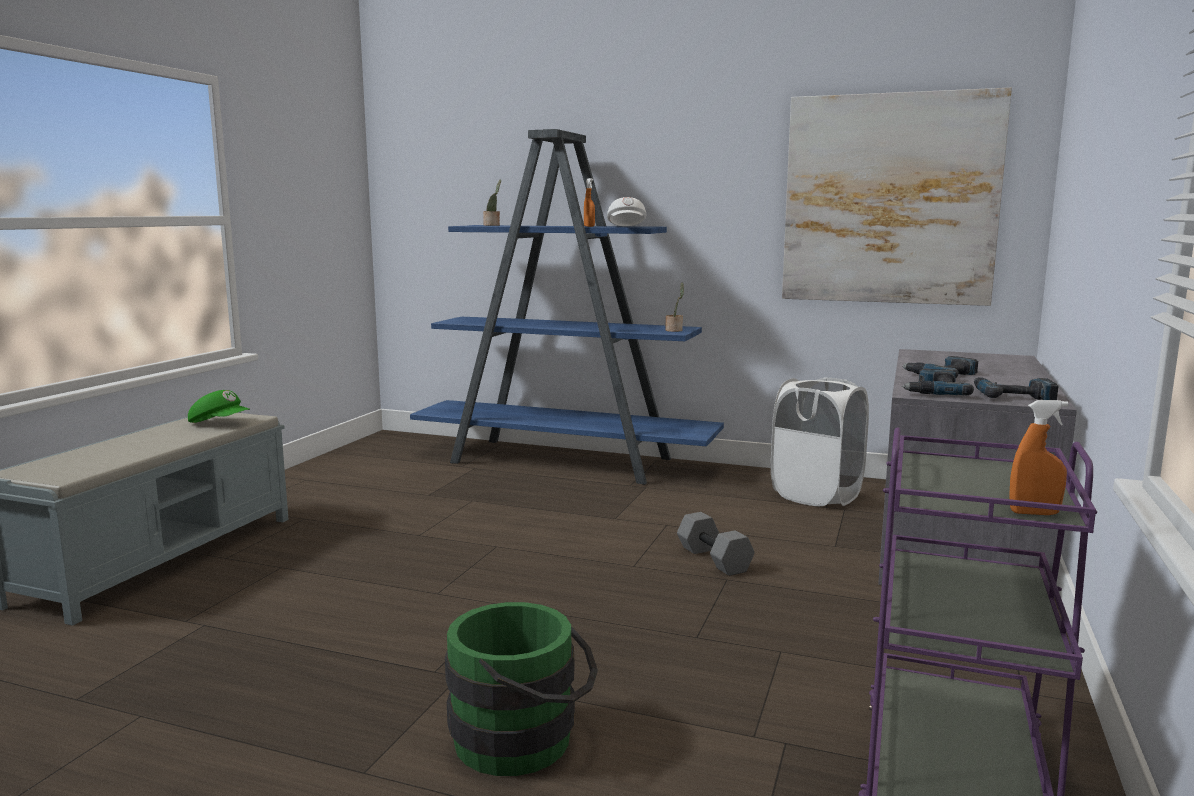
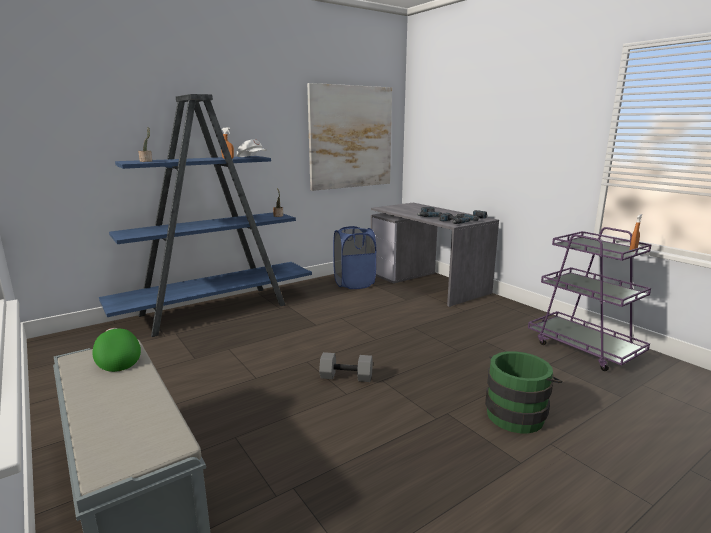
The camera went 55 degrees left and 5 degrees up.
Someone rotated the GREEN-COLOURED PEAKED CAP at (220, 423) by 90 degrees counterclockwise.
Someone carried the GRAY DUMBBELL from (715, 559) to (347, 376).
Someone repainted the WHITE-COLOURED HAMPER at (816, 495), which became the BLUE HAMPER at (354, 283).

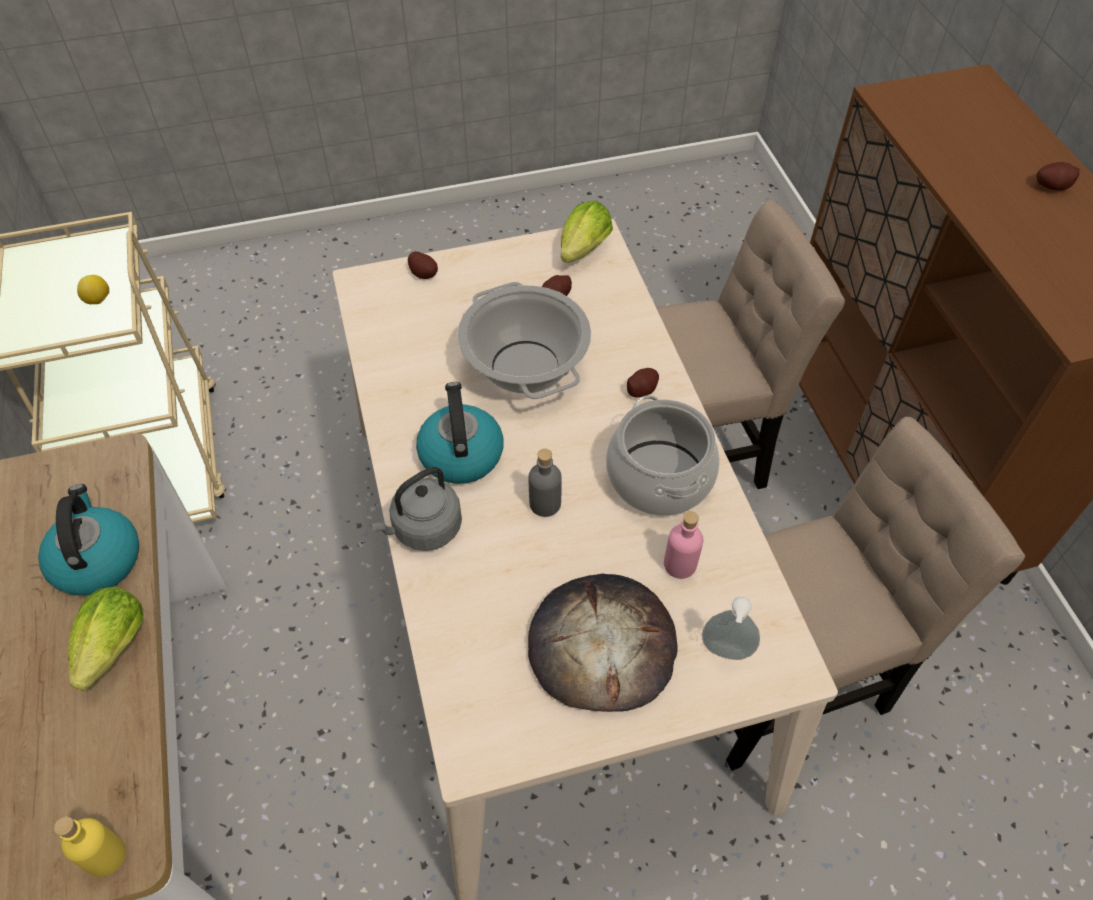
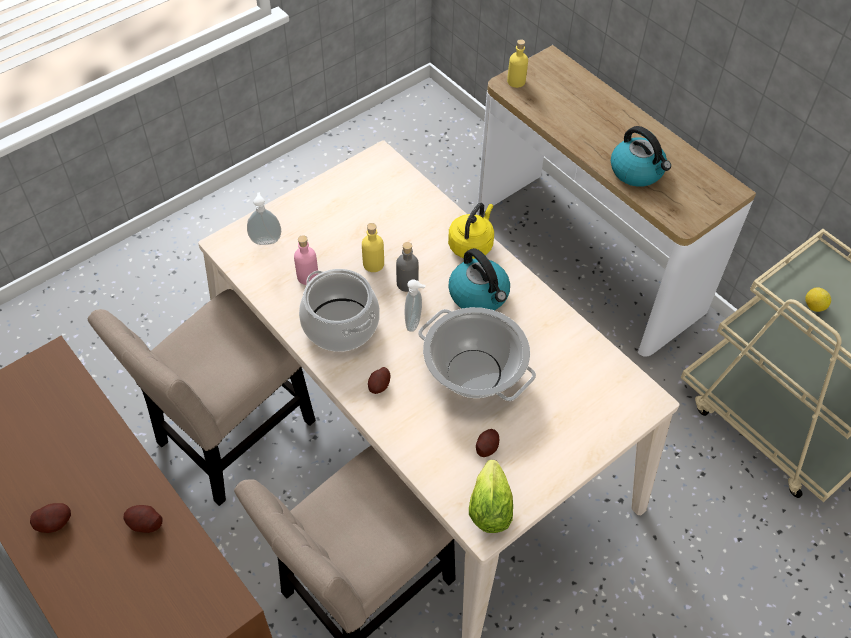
The camera went 155 degrees right and 0 degrees up.
Someone carried the SPUD from (424, 273) to (145, 524).
Someone put down the YELLOW-COLOURED BOTTLE at (373, 264).
Someone put down the SOAP DISPENSER at (415, 323).
Someone repainted the GRAY WATER KETTLE at (424, 529), which became the YELLOW-COLOURED WATER KETTLE at (471, 244).
Someone took away the LETTUCE at (112, 653).
Someone took away the BAKED BREAD at (602, 645).

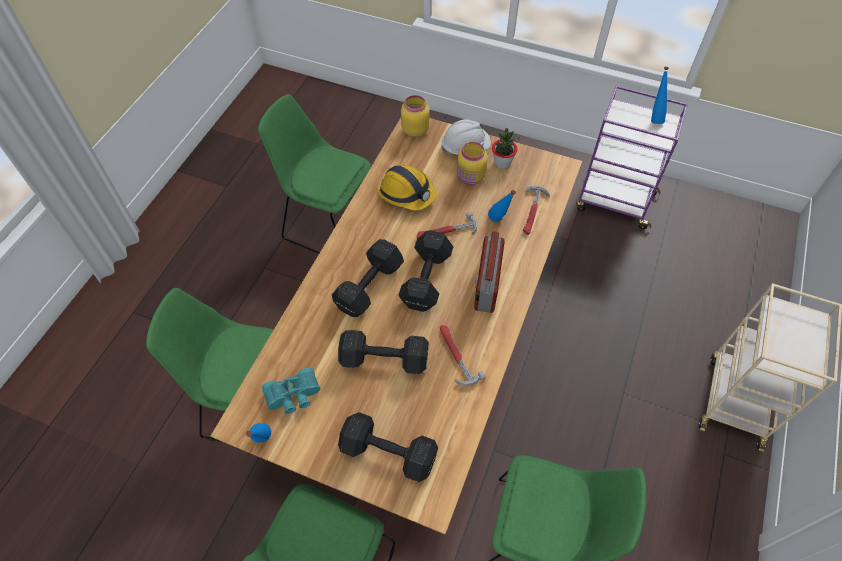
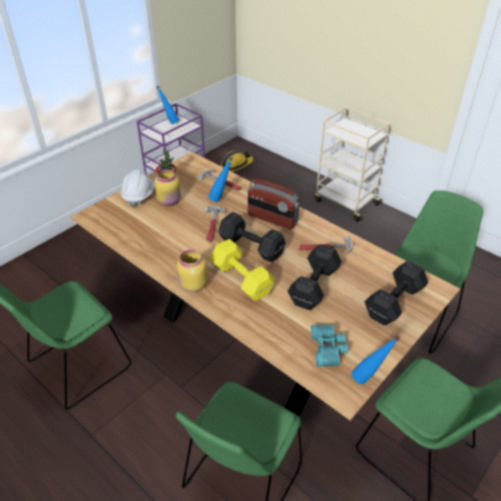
The camera went 70 degrees left and 15 degrees down.
Someone carried the YELLOW-COLOURED JAR from (414, 130) to (192, 285).
Someone repainted the BLACK-COLOURED DUMBBELL at (367, 287), which became the YELLOW-COLOURED DUMBBELL at (242, 280).
Someone carried the HARD HAT from (407, 193) to (236, 165).

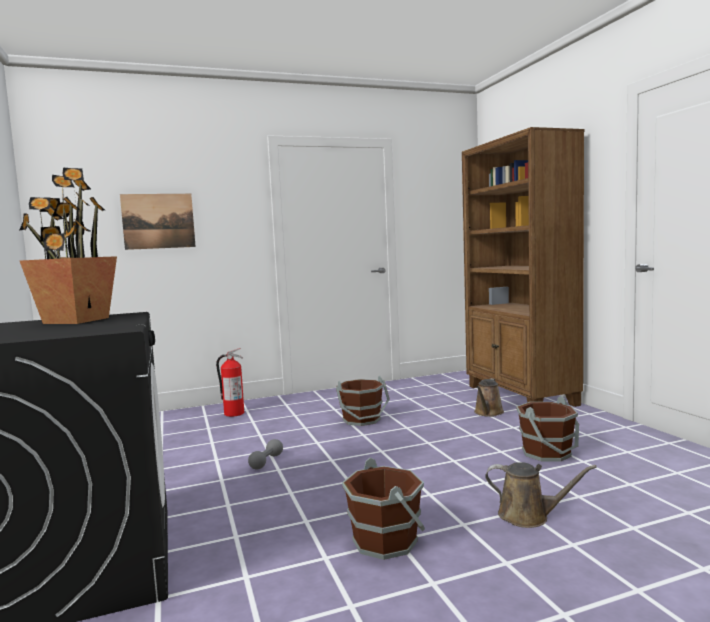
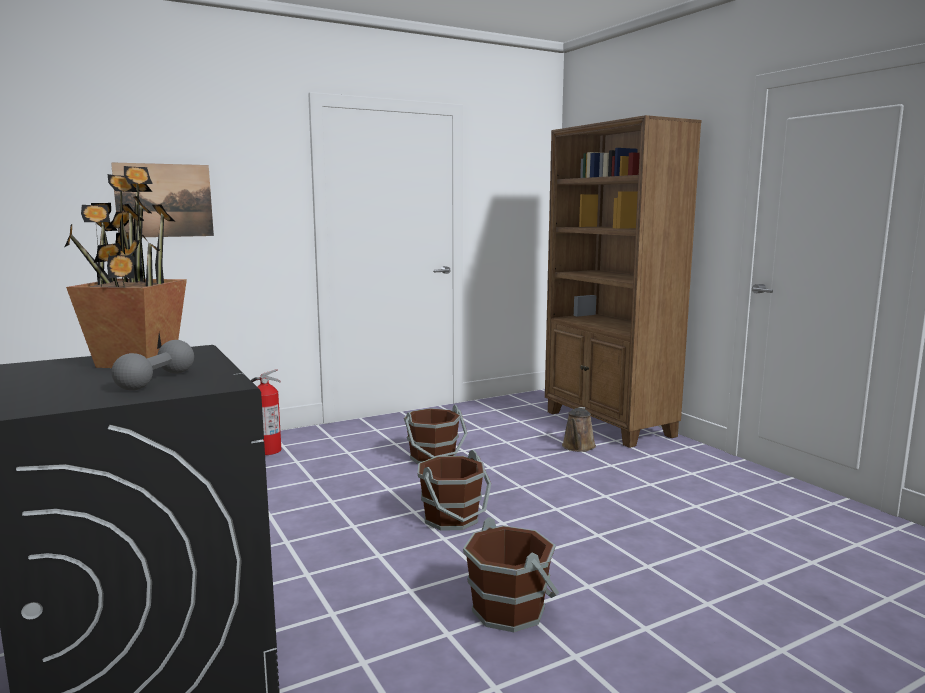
The camera went 10 degrees left and 5 degrees up.
Someone carried the GRAY DUMBBELL from (266, 462) to (156, 381).
Someone carried the BROWN-COLOURED WATER BUCKET from (547, 453) to (452, 518).
Someone took away the BROWN-COLOURED WATERING POT at (528, 516).

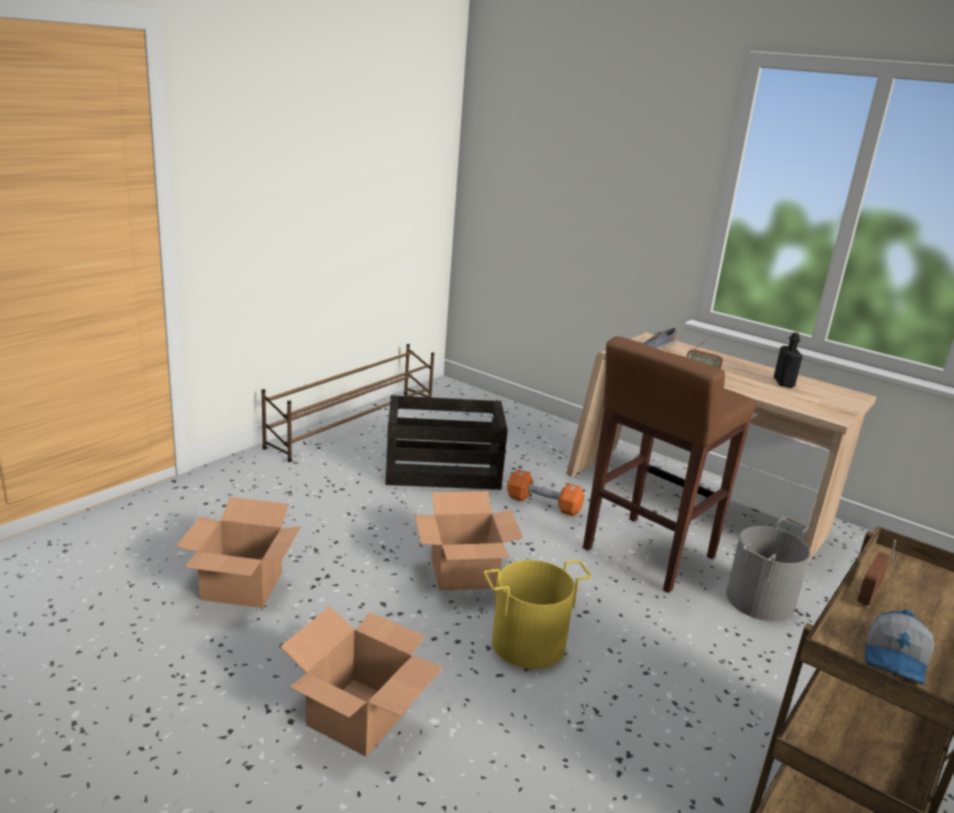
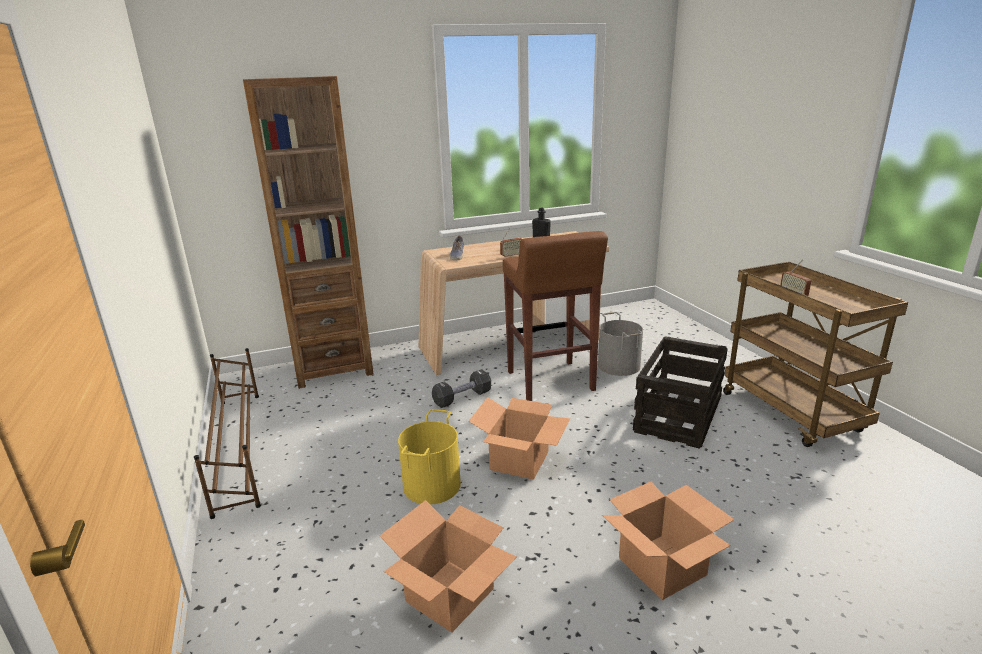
The camera went 55 degrees left and 0 degrees up.
Someone put down the BROWN-COLOURED BOOKSHELF at (333, 368).
Someone carried the YELLOW-COLOURED WATER BUCKET from (529, 644) to (433, 485).
Someone repainted the ORANGE DUMBBELL at (543, 504), which became the BLACK-COLOURED DUMBBELL at (462, 398).
Someone carried the PACKING CRATE from (444, 470) to (678, 413).
Someone took away the PEAKED CAP at (896, 660).

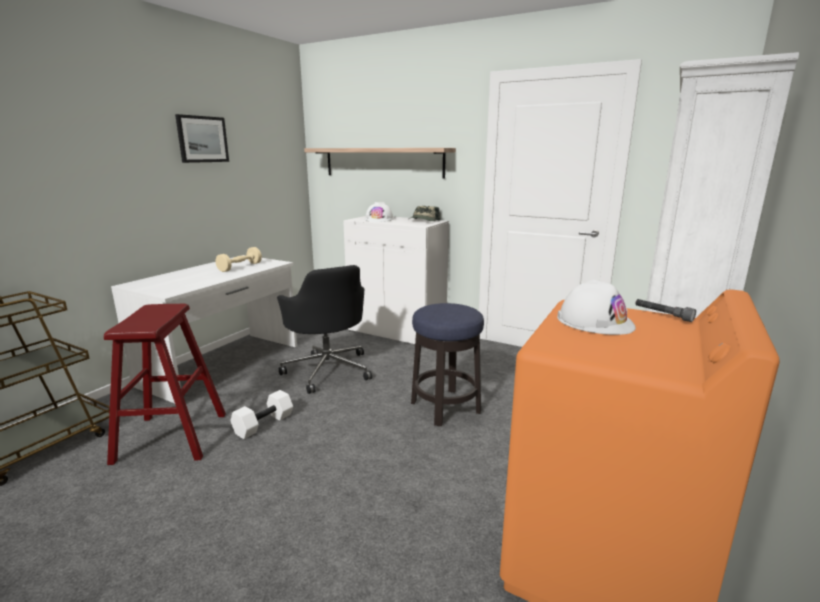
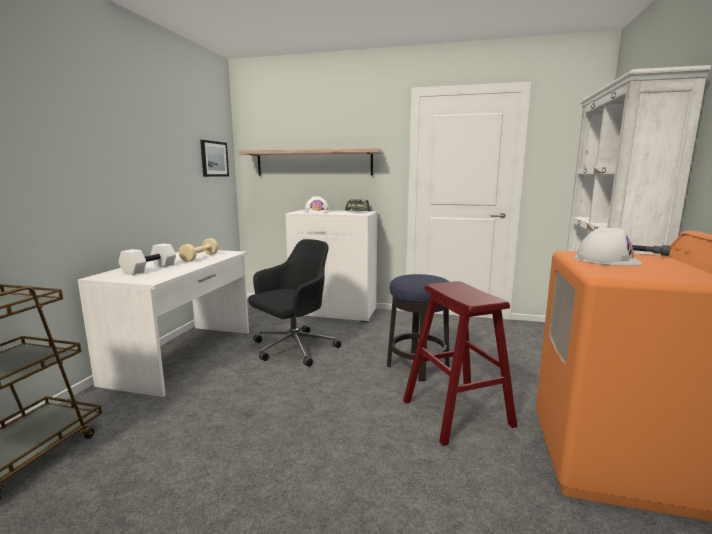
The camera went 15 degrees left and 5 degrees down.
Someone carried the WHITE-COLOURED DUMBBELL from (263, 423) to (149, 268).
Someone carried the PICTURE from (202, 139) to (214, 159).
Someone rotated the BLACK-COLOURED COMPUTER CHAIR at (328, 369) by 90 degrees counterclockwise.
Someone carried the REDDISH STOOL from (171, 437) to (456, 413).

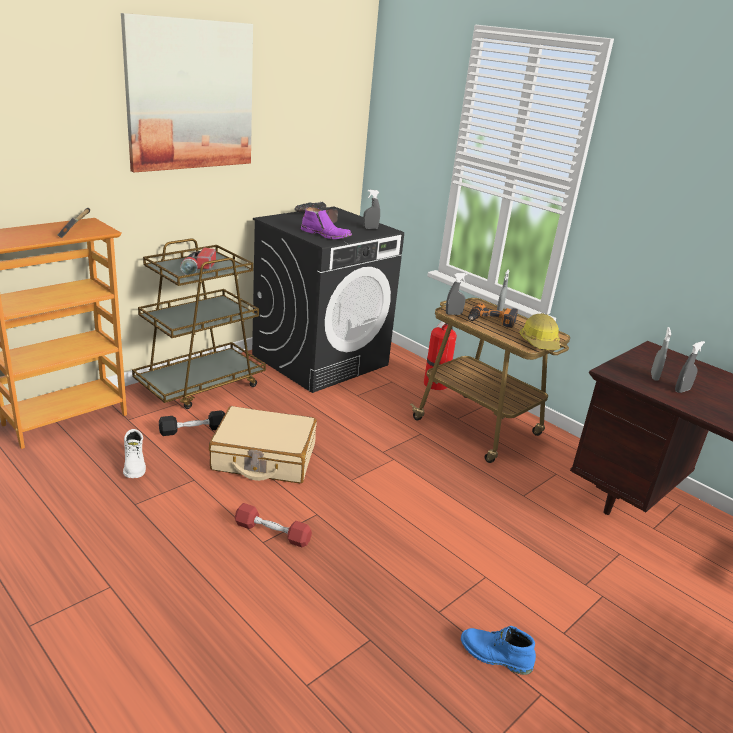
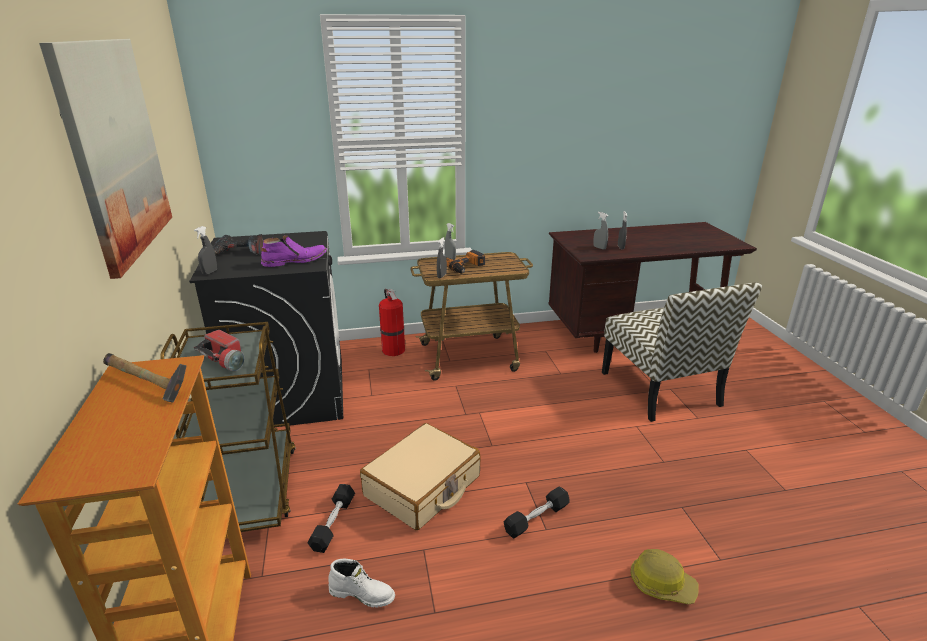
The camera went 55 degrees left and 0 degrees up.
Someone carried the GRAY SPRAYER from (370, 228) to (210, 272).
Someone repainted the REDDISH DUMBBELL at (272, 533), which became the BLACK-COLOURED DUMBBELL at (536, 518).
Someone put down the UPRIGHT CHAIR at (661, 389).
Someone carried the HARD HAT from (540, 342) to (661, 584).
Someone took away the BLUE HIGH-TOP BOOT at (495, 656).

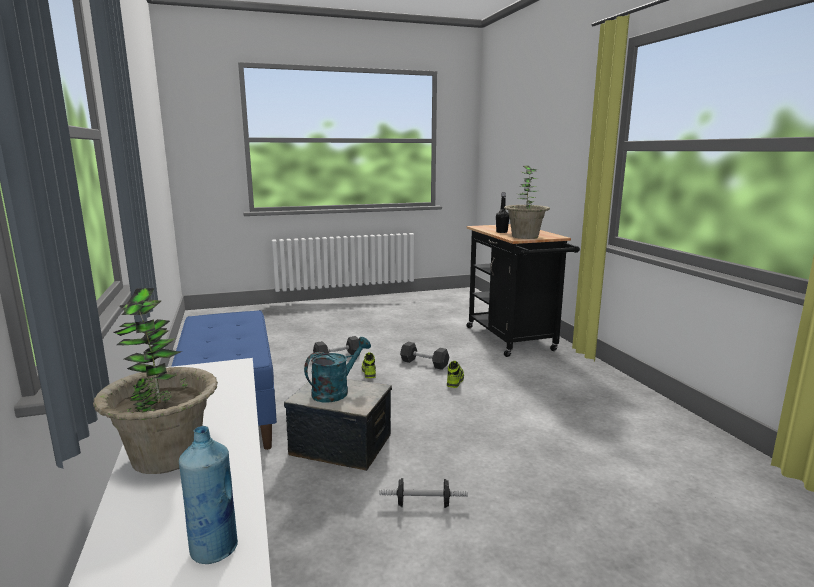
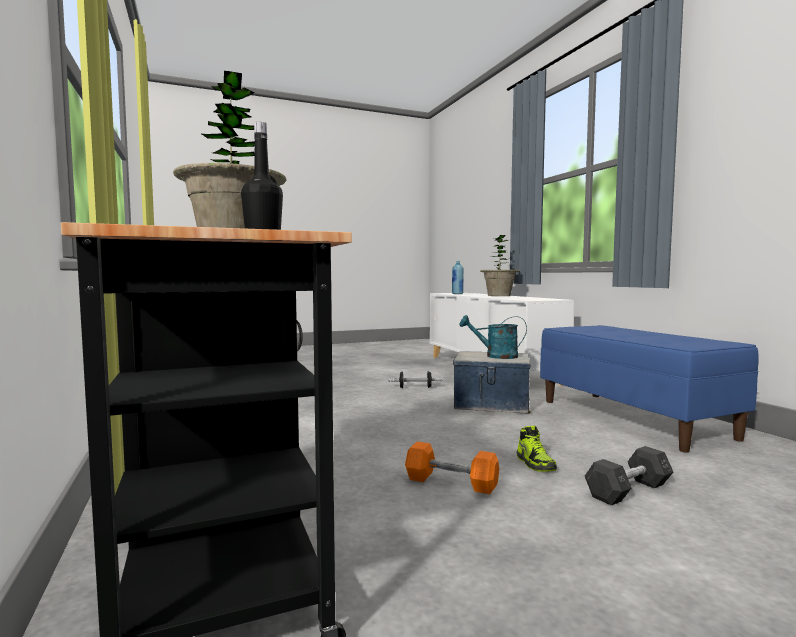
The camera went 175 degrees right and 10 degrees down.
Someone repainted the GRAY DUMBBELL at (424, 363), which became the ORANGE DUMBBELL at (451, 482).
Someone rotated the TURQUOISE-COLOURED WATERING POT at (335, 391) by 60 degrees clockwise.
Someone took away the ITEM OF FOOTWEAR at (455, 381).

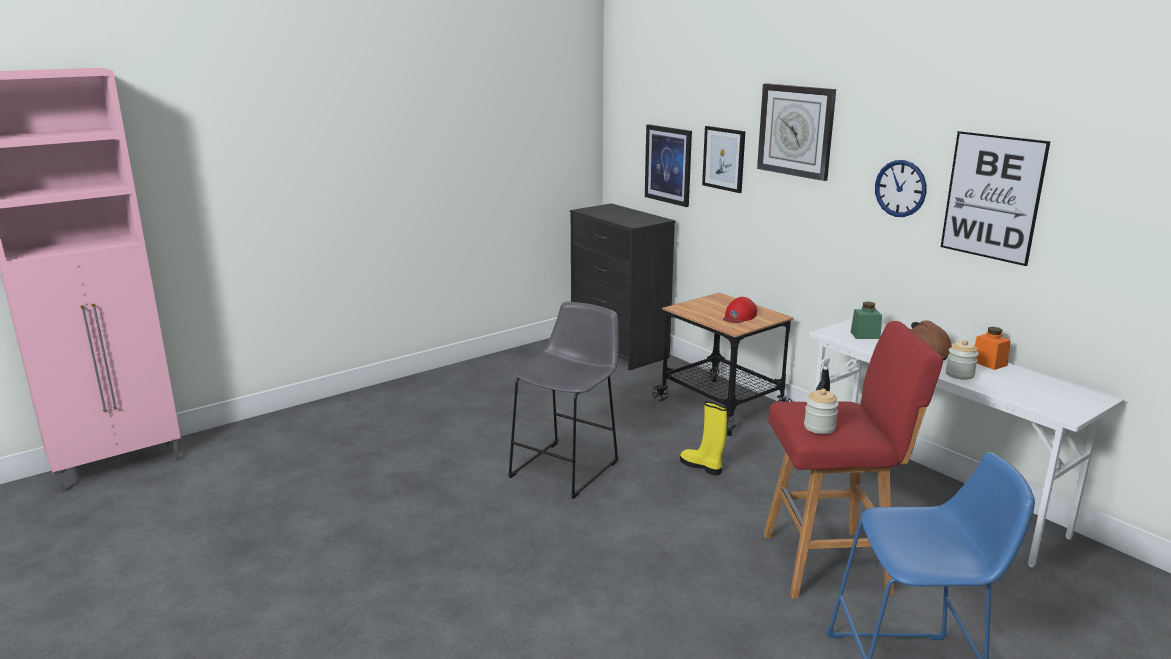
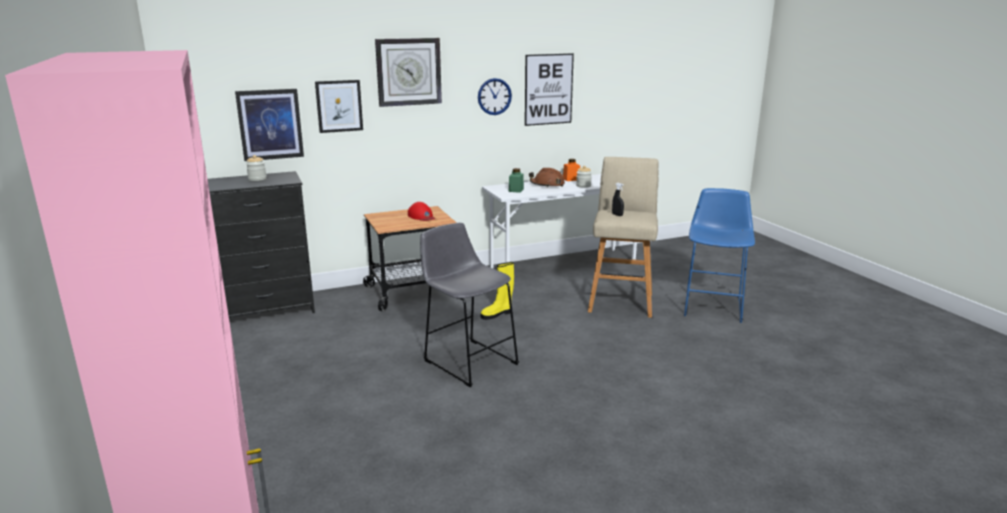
The camera went 75 degrees left and 0 degrees up.
Someone carried the JAR from (819, 427) to (257, 179).
Someone repainted the REDDISH STOOL at (830, 563), which became the SAND-COLOURED STOOL at (621, 301).

